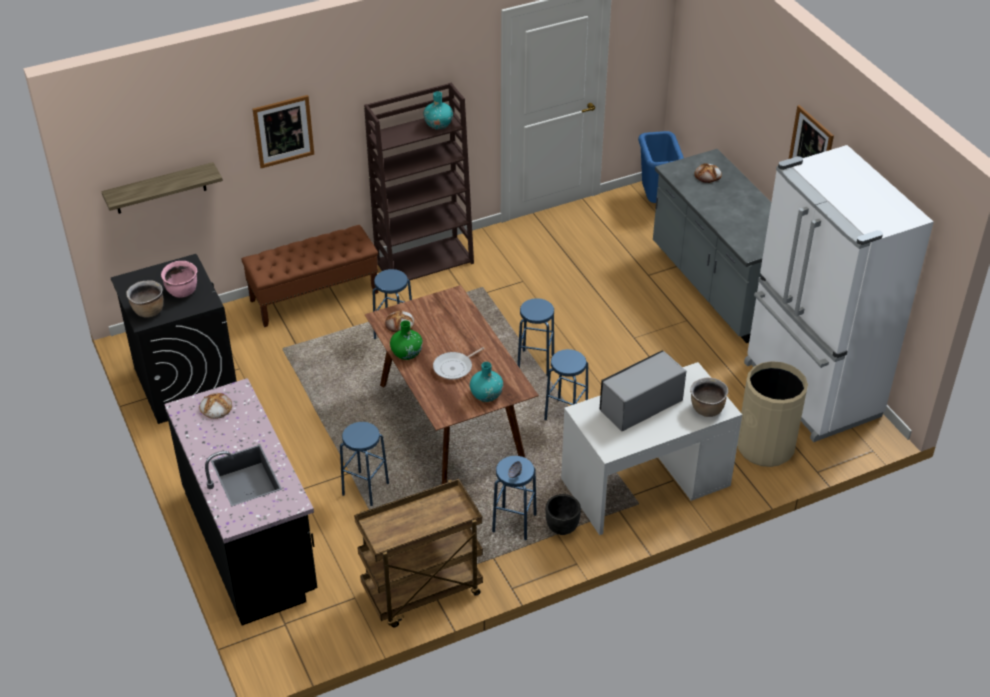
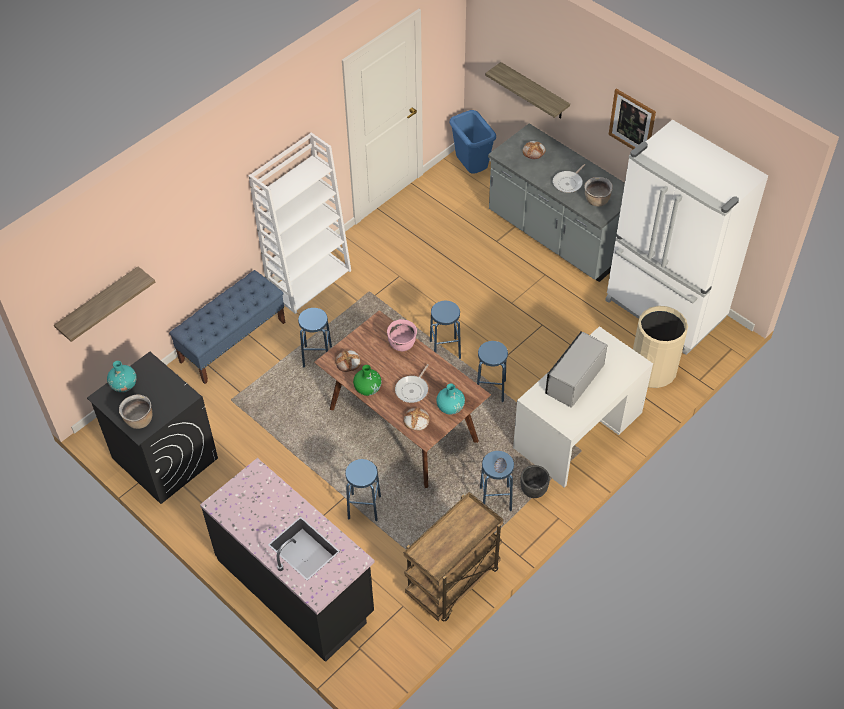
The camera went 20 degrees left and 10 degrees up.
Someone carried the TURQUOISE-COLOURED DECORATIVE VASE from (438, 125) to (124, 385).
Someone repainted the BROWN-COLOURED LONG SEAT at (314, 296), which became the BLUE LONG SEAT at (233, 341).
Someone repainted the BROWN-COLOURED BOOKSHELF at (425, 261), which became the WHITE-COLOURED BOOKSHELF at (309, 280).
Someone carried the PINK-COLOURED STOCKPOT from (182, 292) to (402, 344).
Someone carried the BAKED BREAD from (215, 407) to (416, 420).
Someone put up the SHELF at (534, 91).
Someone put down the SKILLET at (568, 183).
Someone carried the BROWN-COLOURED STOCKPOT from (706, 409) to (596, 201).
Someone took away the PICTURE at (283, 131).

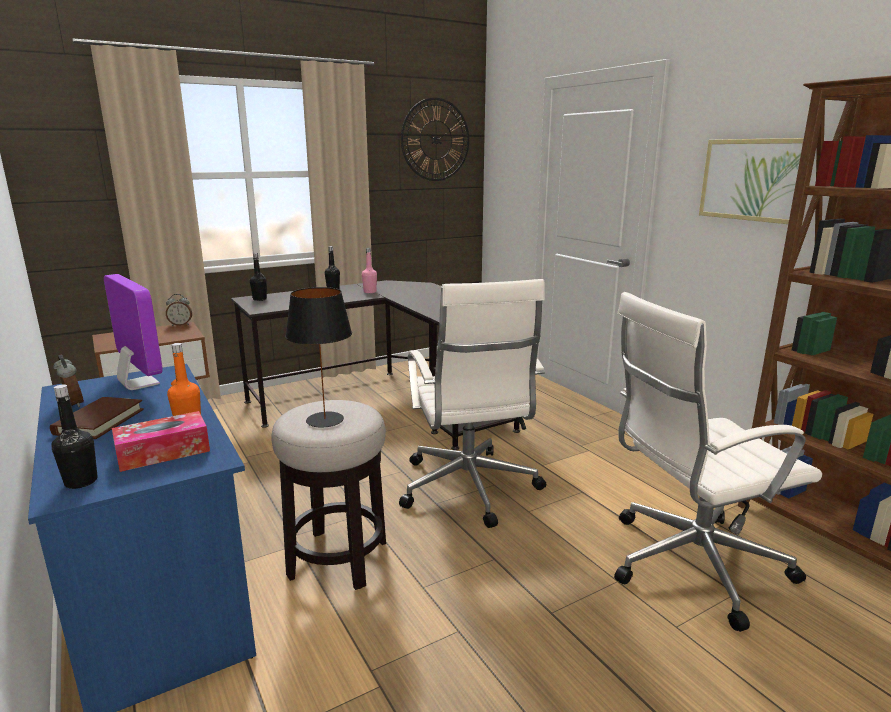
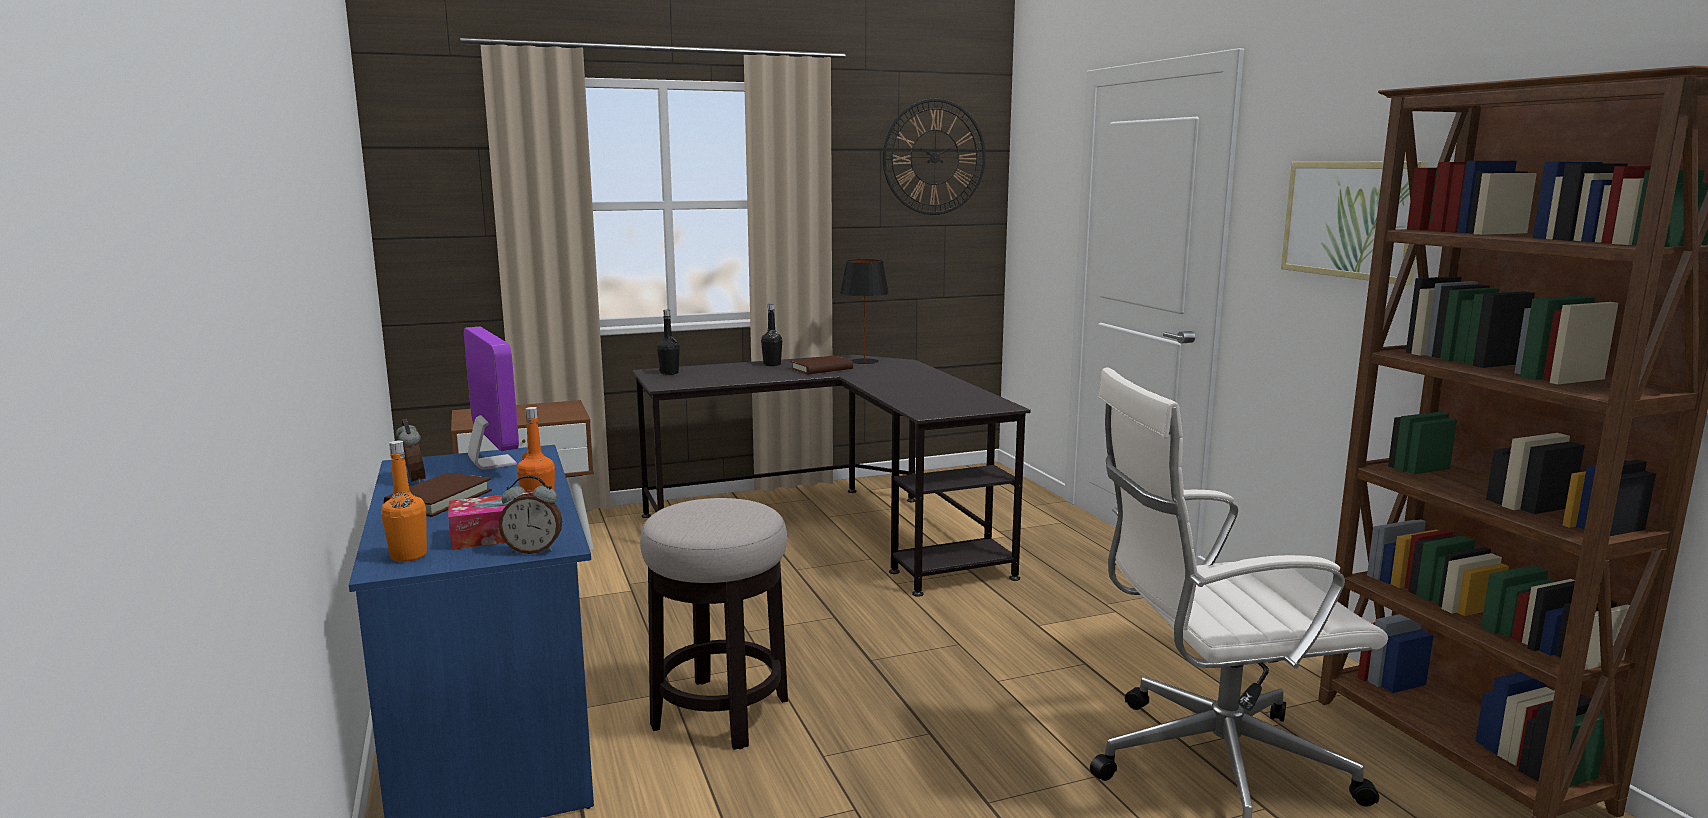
The camera went 10 degrees right and 5 degrees down.
Someone repainted the BLACK-COLOURED BOTTLE at (81, 482), which became the ORANGE BOTTLE at (408, 556).
Someone carried the TABLE CLOCK from (180, 324) to (533, 550).
Someone swapped the PINK-COLOURED BOTTLE at (370, 292) for the BROWN-COLOURED VOLUME at (821, 369).
Someone carried the BLACK-COLOURED LAMP FOR A TABLE from (325, 419) to (864, 361).
Someone took away the WHITE-COLOURED COMPUTER CHAIR at (469, 489).

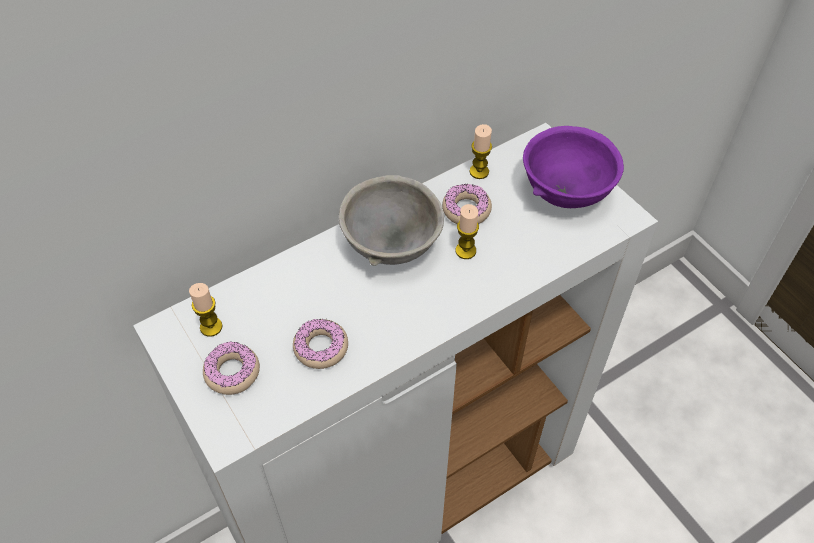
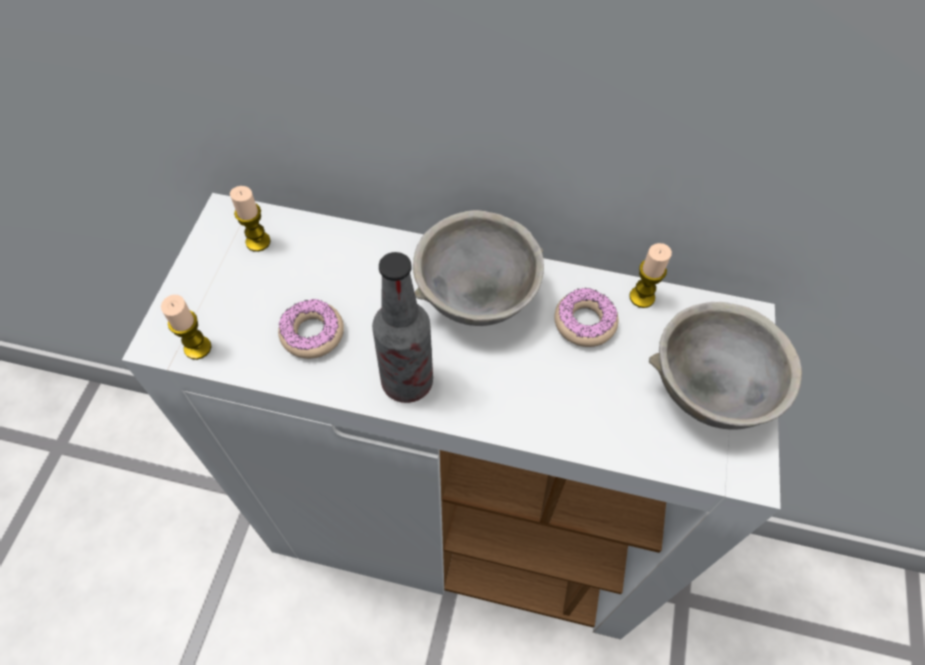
The camera went 45 degrees right and 5 degrees up.
Someone carried the WAX LIGHT from (465, 251) to (197, 348).
Someone put down the BOTTLE at (407, 382).
Someone repainted the PURPLISH DEEP DISH at (564, 192), which became the GRAY DEEP DISH at (708, 389).
Someone took away the DONUT at (232, 372).

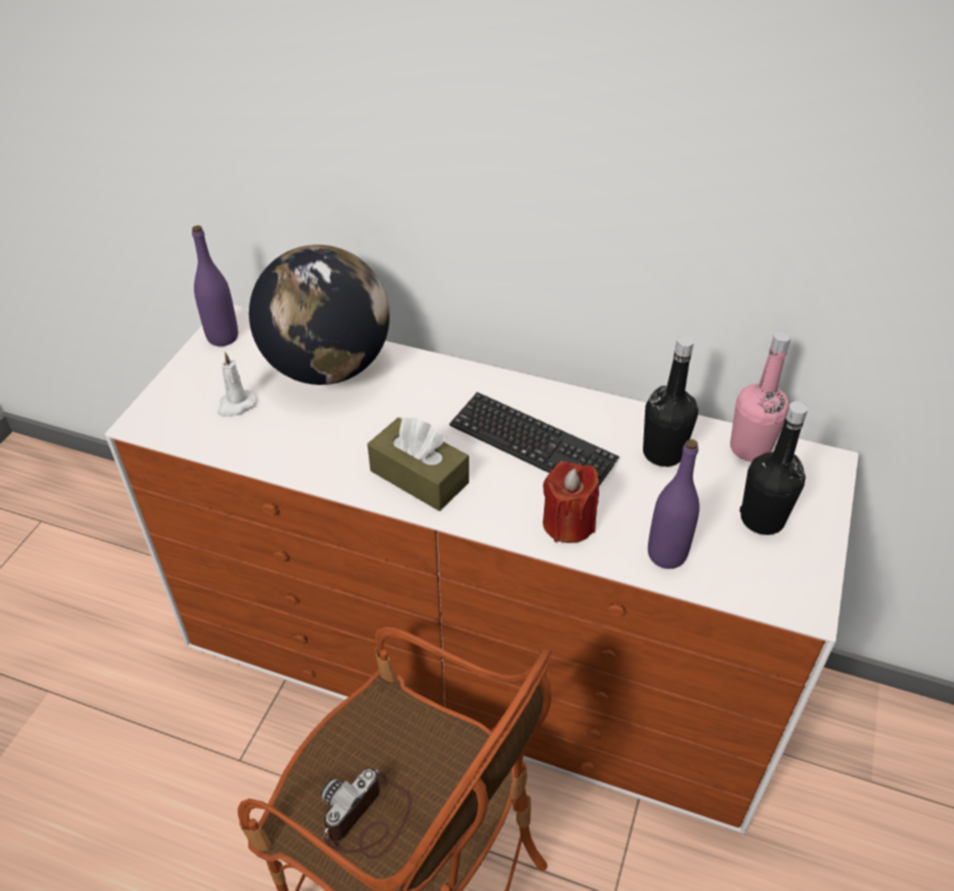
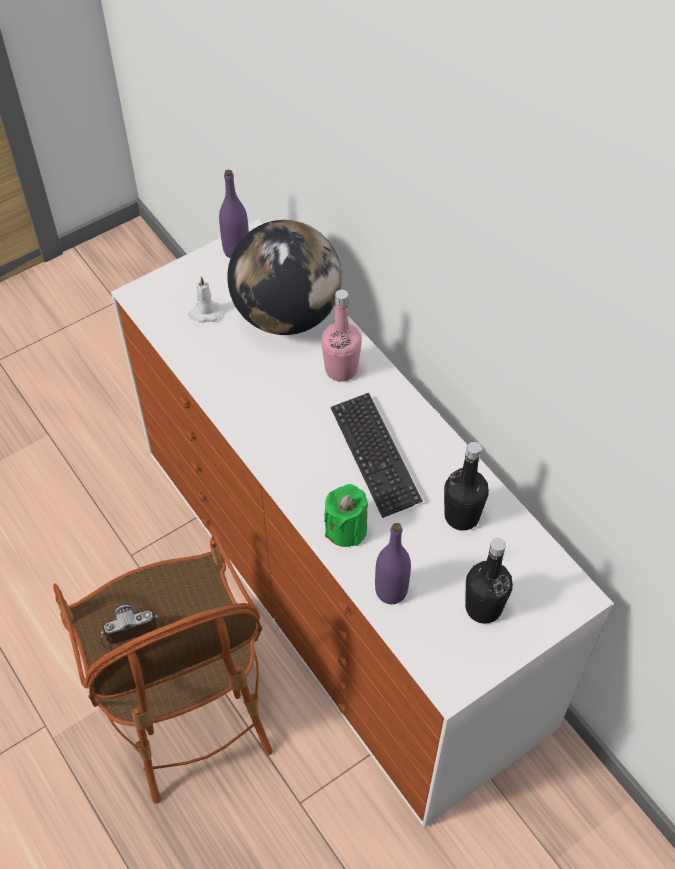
The camera went 35 degrees right and 10 degrees up.
Someone carried the PINK-COLOURED BOTTLE from (750, 448) to (341, 369).
Someone repainted the REDDISH WAX LIGHT at (568, 523), which became the GREEN-COLOURED WAX LIGHT at (346, 529).
Someone took away the BROWN-COLOURED TISSUE BOX at (419, 476).

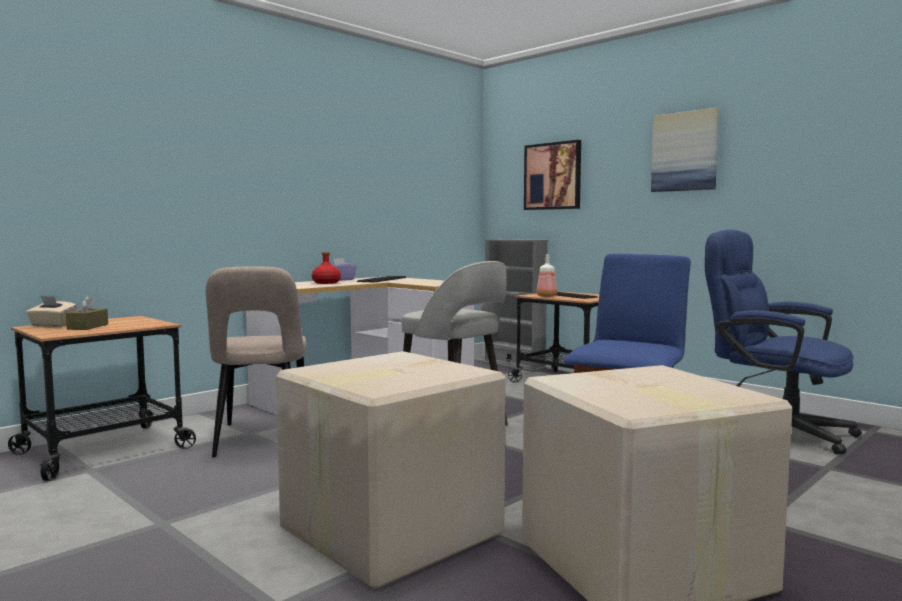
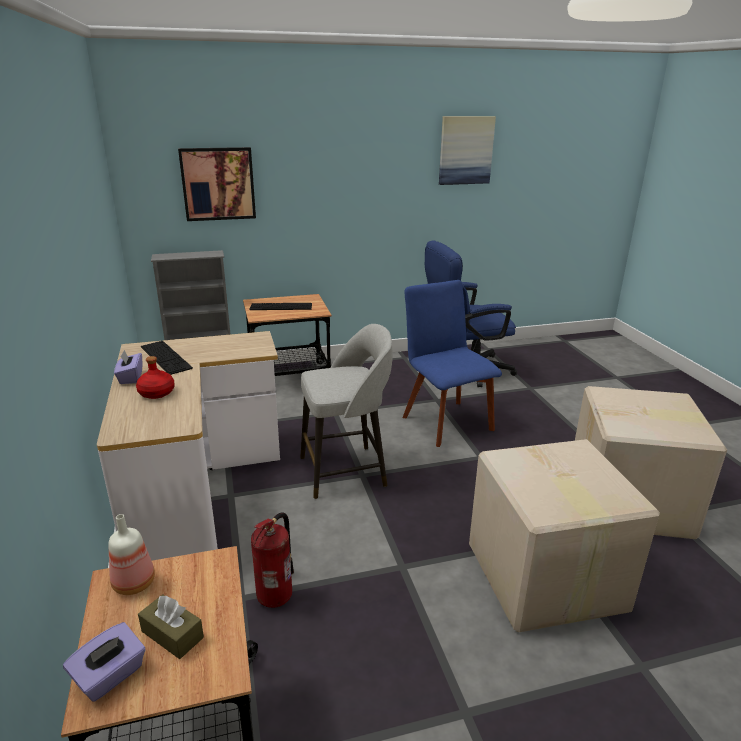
The camera went 60 degrees left and 20 degrees up.
Someone repainted the SAND-COLOURED TISSUE BOX at (52, 325), which became the PURPLISH TISSUE BOX at (110, 676).
Someone carried the BOTTLE from (546, 296) to (132, 583).
Someone swapped the SAND-COLOURED UPRIGHT CHAIR at (261, 440) for the FIRE-FIGHTING CYLINDER at (276, 595).
Someone carried the PICTURE from (684, 151) to (465, 150).

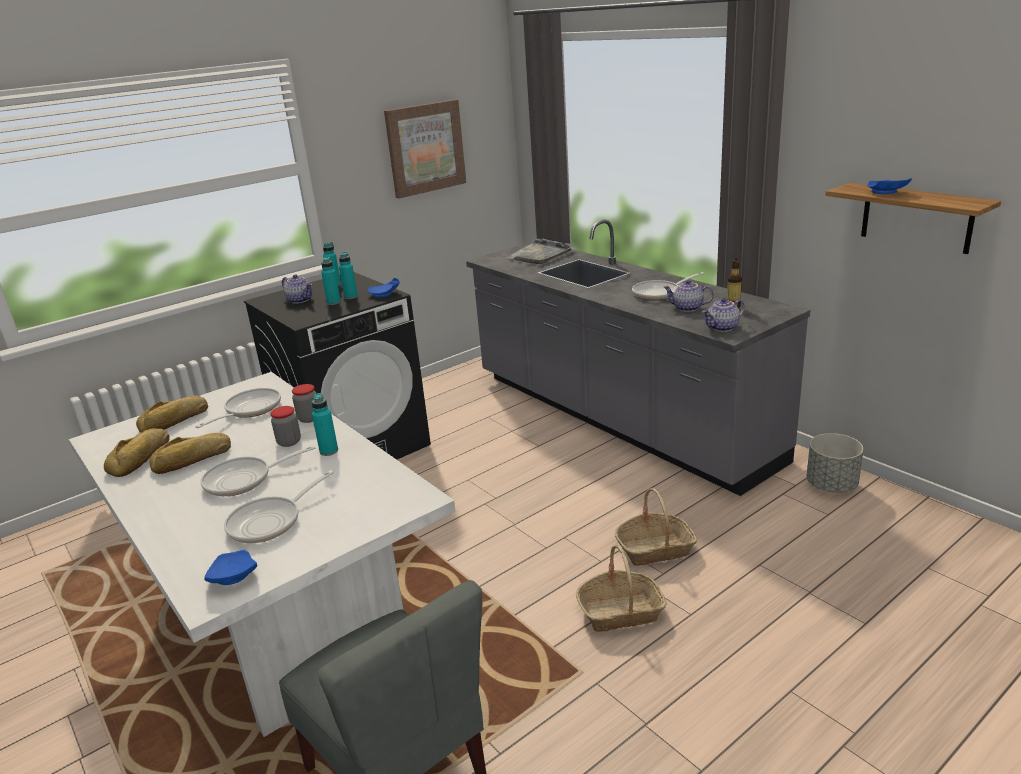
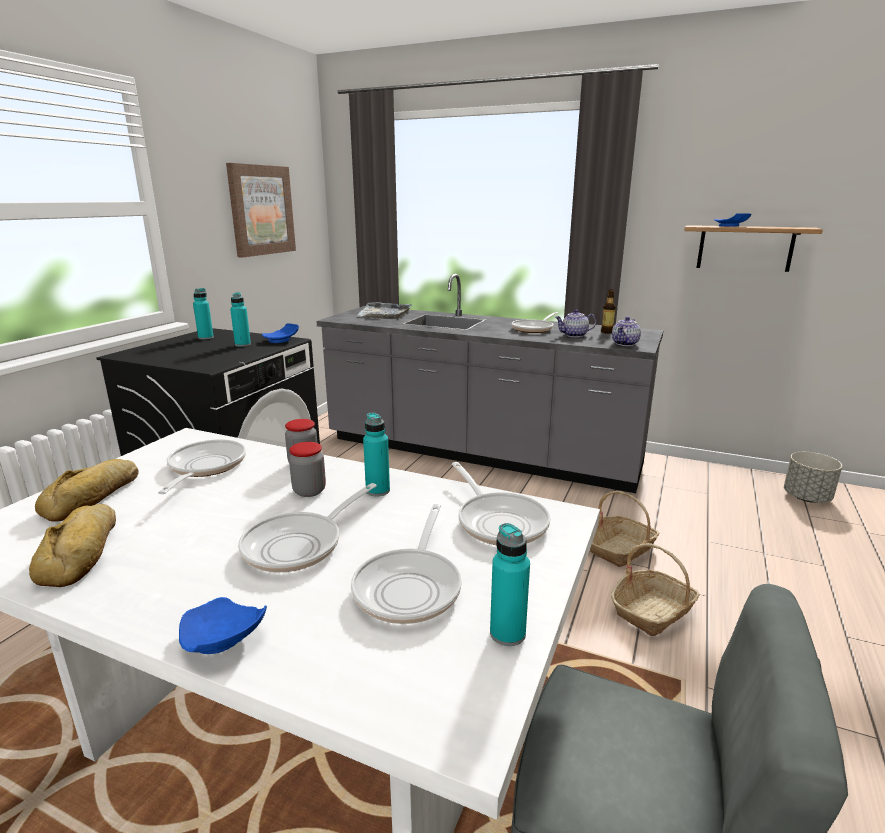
The camera went 30 degrees left and 5 degrees down.
Someone carried the BLUE DINNER PLATE from (232, 578) to (221, 640).
Someone put down the SKILLET at (499, 521).
Someone carried the TURQUOISE-COLOURED BOTTLE from (334, 302) to (507, 633).
Someone carried the GRAY FLOWER POT from (832, 485) to (807, 497).
Someone took away the BAKED BREAD at (193, 459).
Someone took away the TEA POT at (300, 300).

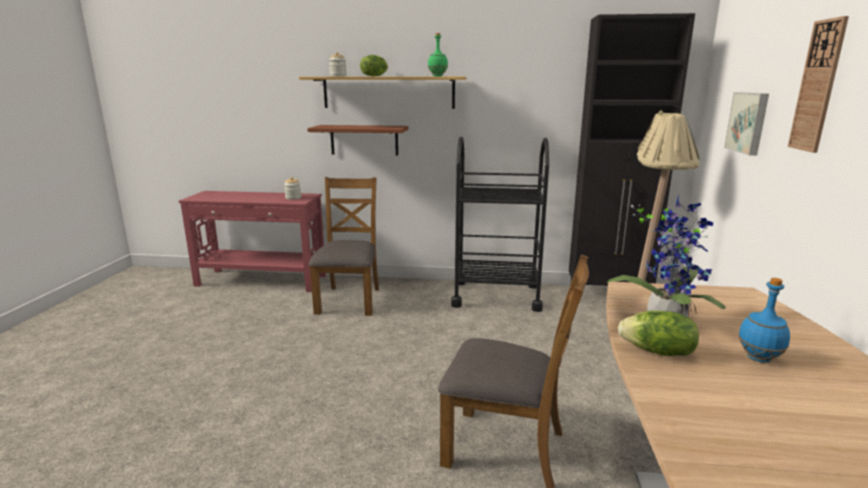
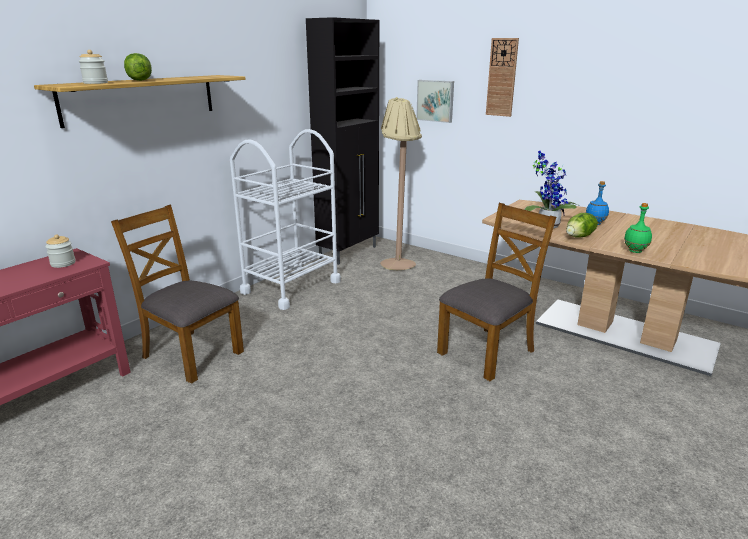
The camera went 60 degrees left and 5 degrees up.
Someone repainted the BLACK-COLOURED WHEELED CART at (496, 296), which became the WHITE-COLOURED WHEELED CART at (291, 287).
Someone carried the GREEN-COLOURED BOTTLE from (437, 76) to (634, 251).
Someone took away the BROWN-COLOURED SHELF at (364, 140).

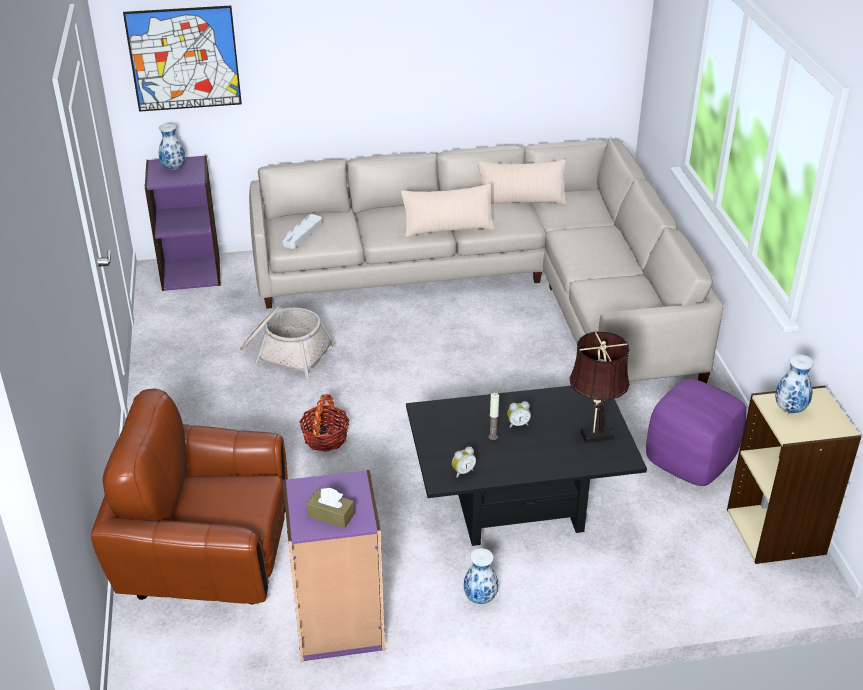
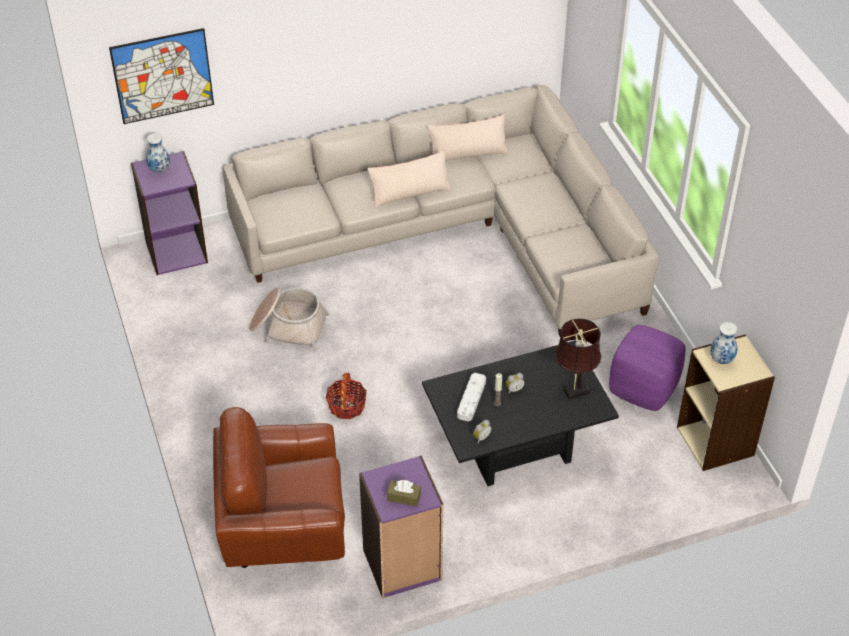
The camera went 10 degrees left and 10 degrees up.
Someone carried the GRAY SERVING TRAY from (302, 234) to (471, 399).
Someone took away the DECORATIVE VASE at (481, 598).

